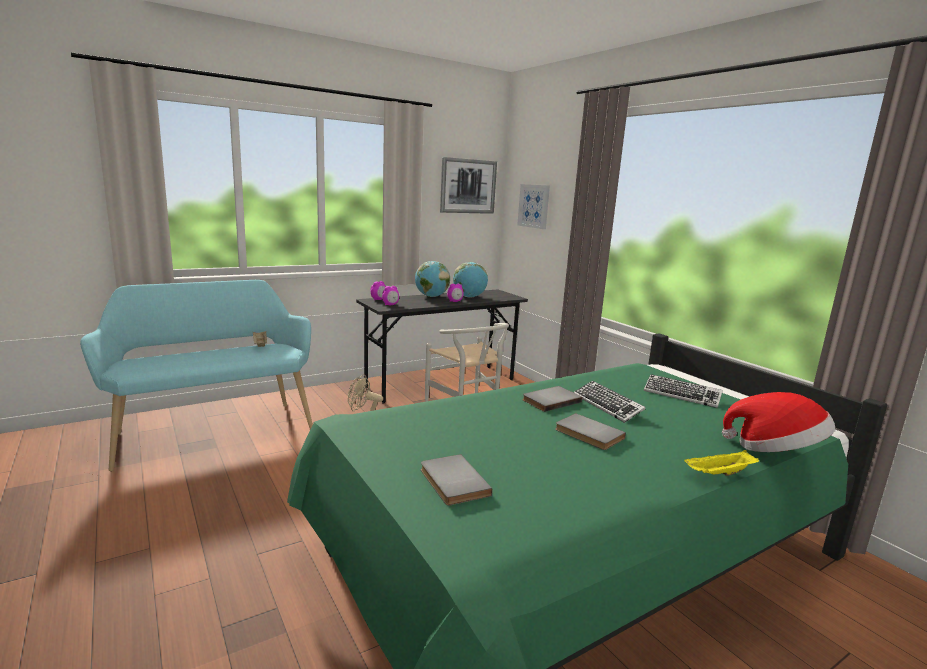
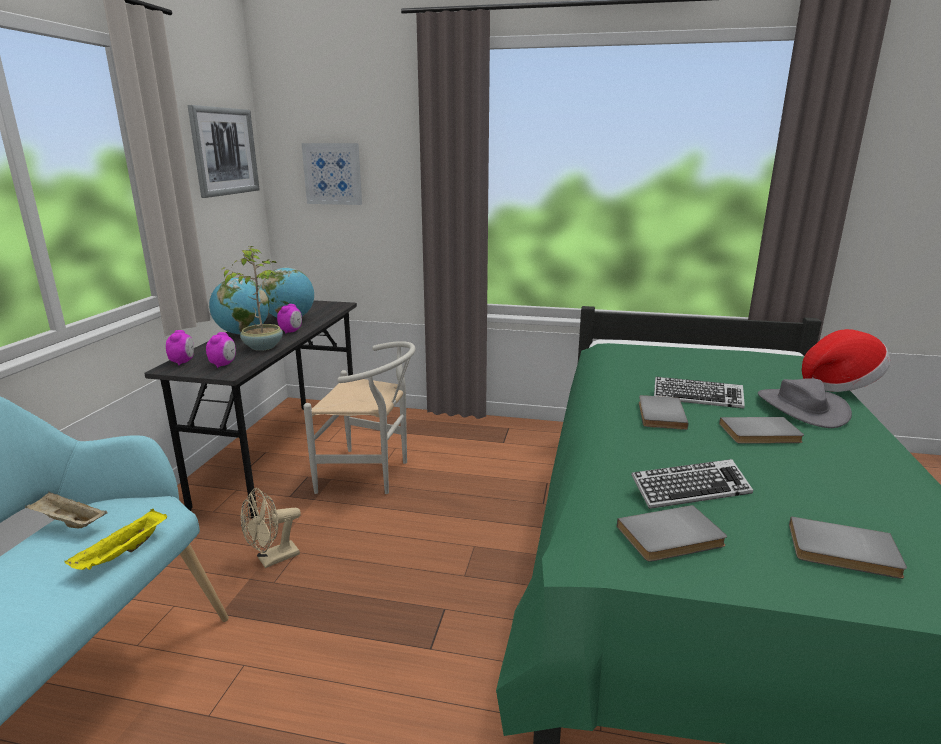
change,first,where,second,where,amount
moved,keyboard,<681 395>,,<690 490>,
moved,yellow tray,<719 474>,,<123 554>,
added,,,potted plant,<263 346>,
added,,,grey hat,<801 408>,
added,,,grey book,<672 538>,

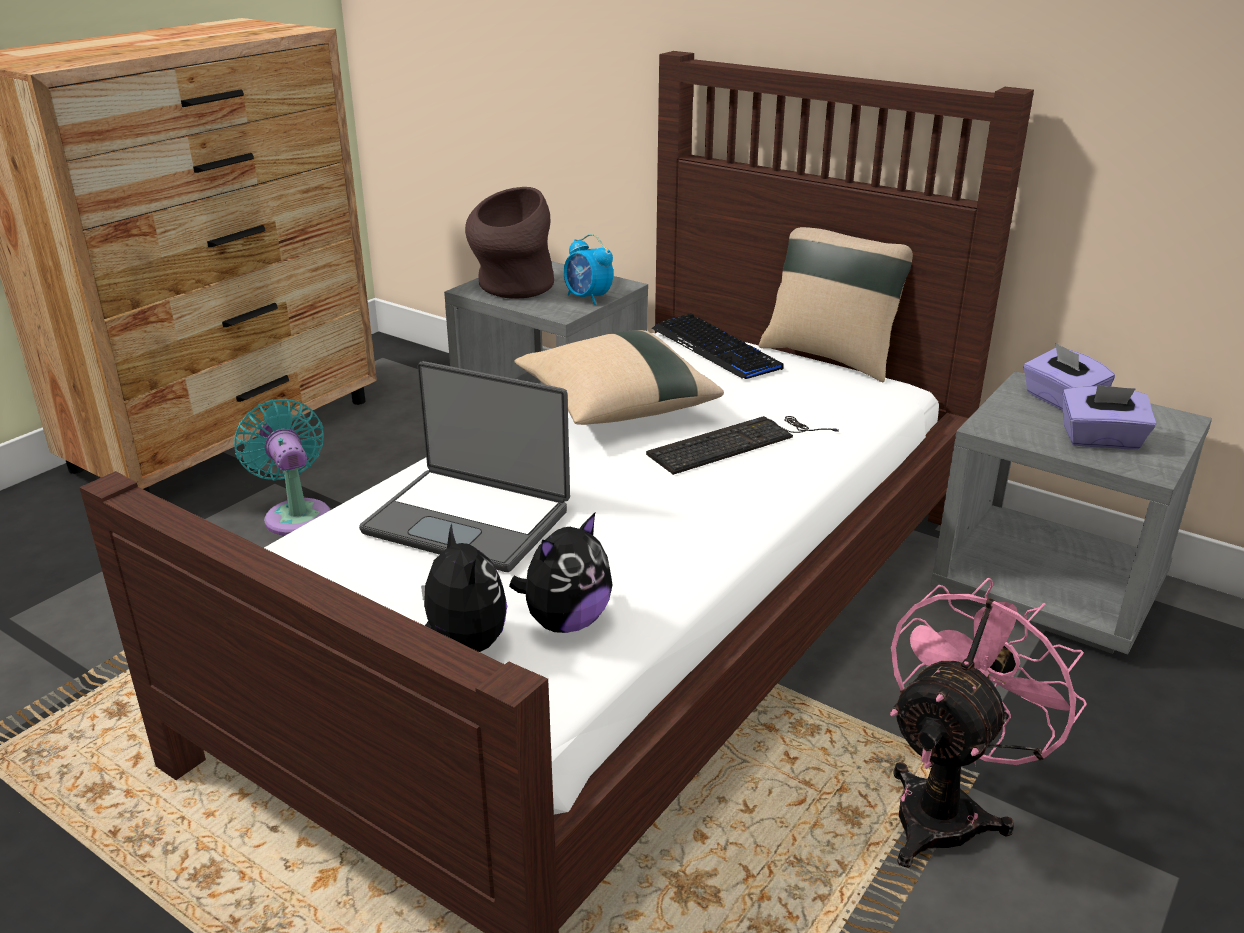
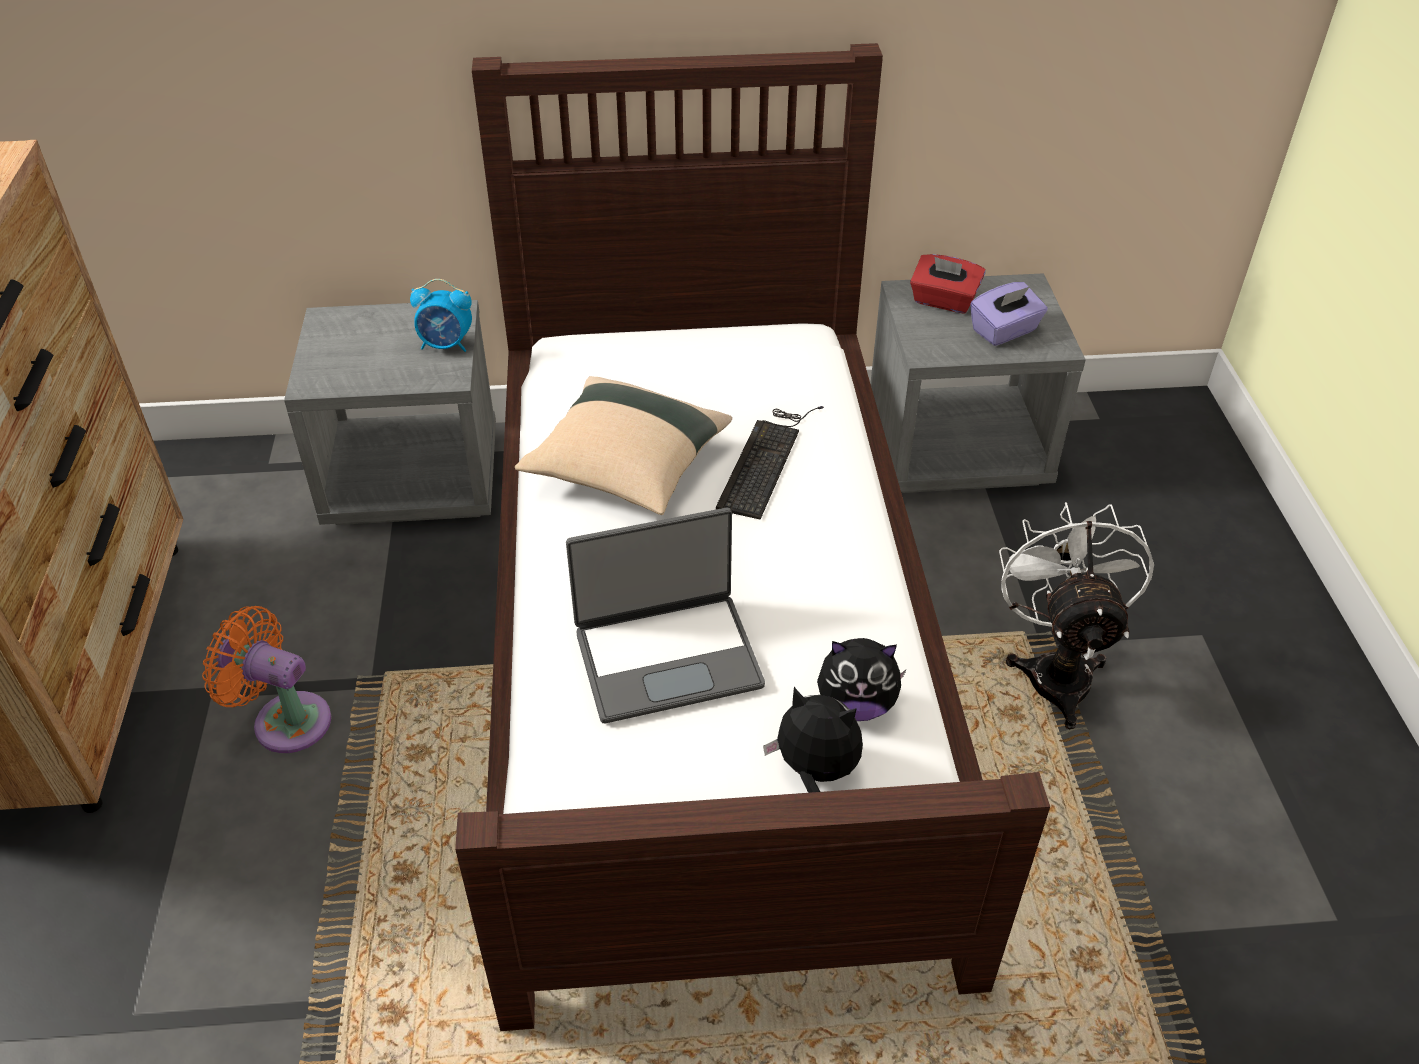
change,first,where,second,where,amount
removed,brown vase,<512 289>,,,
removed,beige pillow,<832 356>,,,
removed,keyboard,<715 349>,,,
recoloured,purple tissue box,<1061 401>,red tissue box,<943 301>,
recoloured,turquoise fan,<296 514>,orange fan,<285 720>,
turned,plush toy,<565 622>,,<856 704>,90 degrees clockwise
recoloured,pink fan,<947 808>,white fan,<1056 669>,

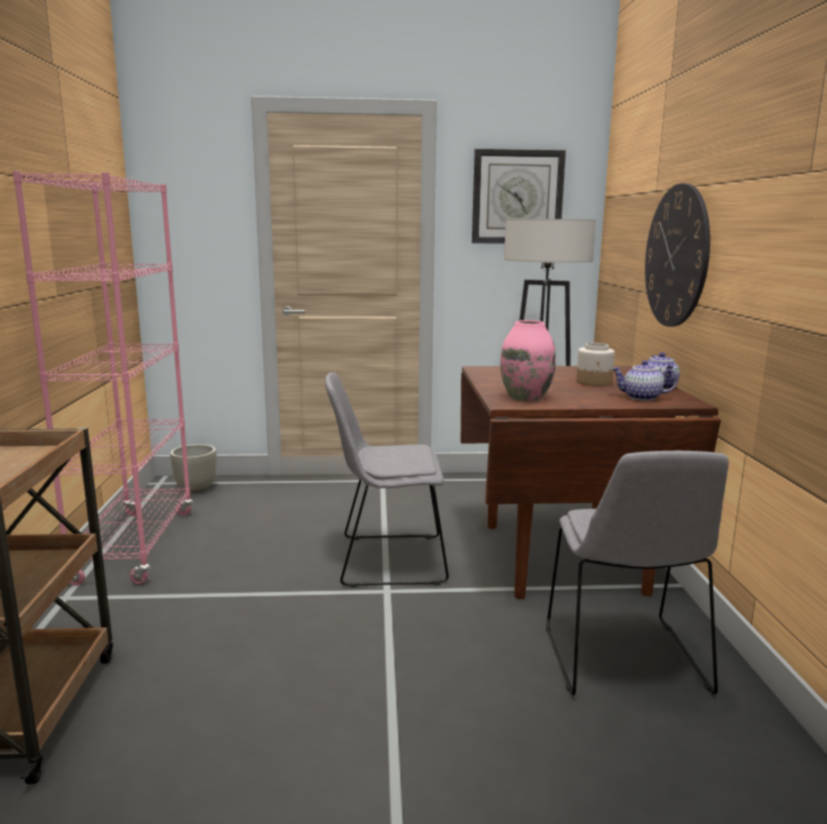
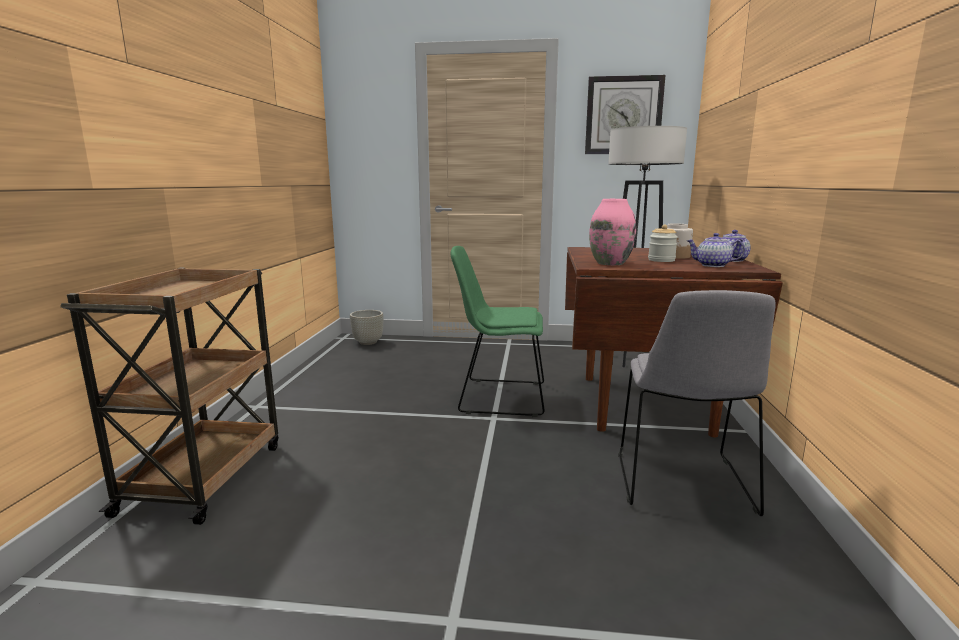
change,first,where,second,where,amount
removed,pink bookcase,<136 546>,,,
removed,wall clock,<676 256>,,,
recoloured,grey chair,<387 560>,green chair,<498 397>,
added,,,jar,<661 260>,

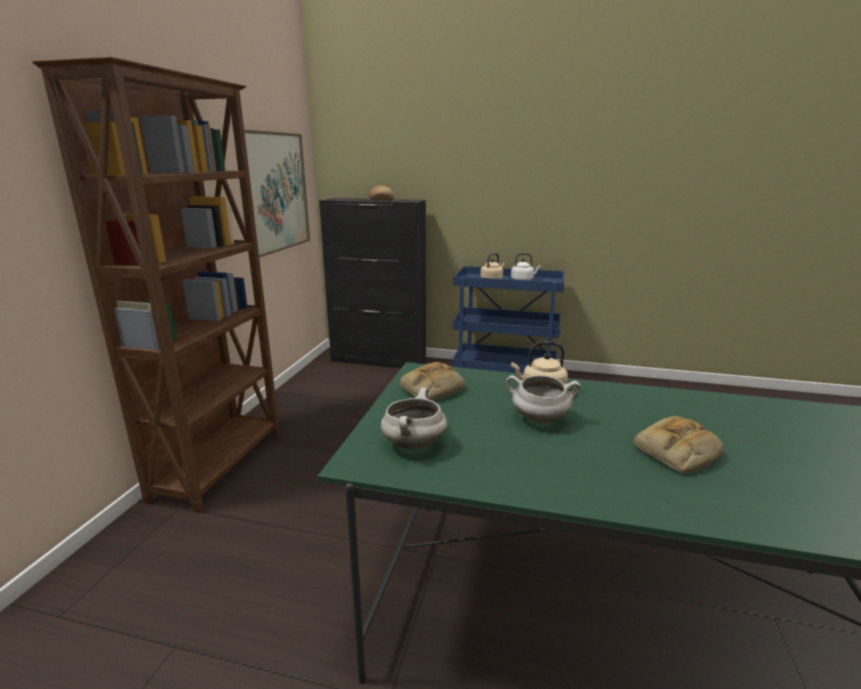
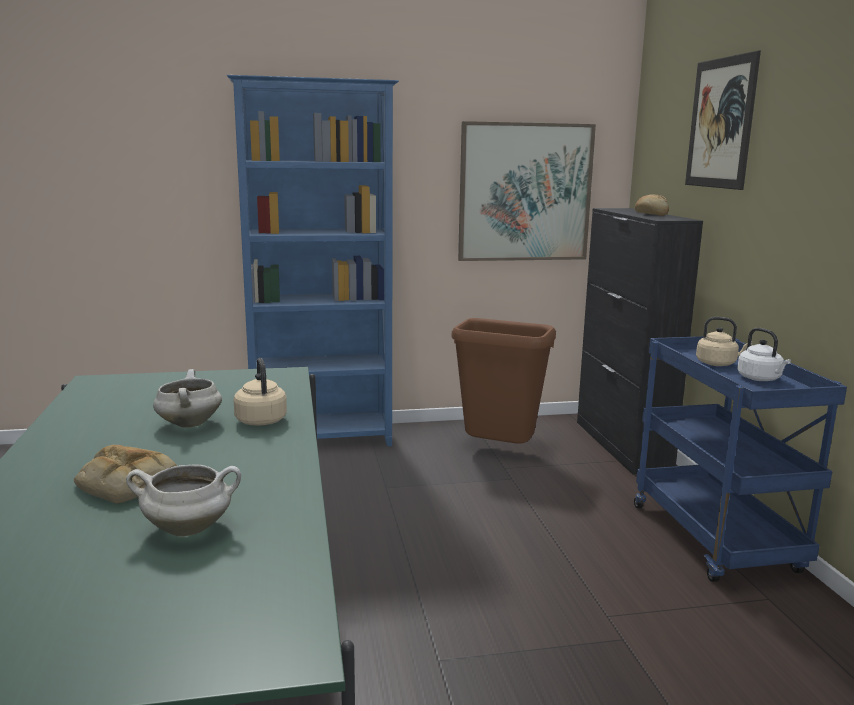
change,first,where,second,where,amount
recoloured,brown bookcase,<221 464>,blue bookcase,<323 440>,
removed,bread,<432 389>,,,
moved,white cooking pot,<413 444>,,<189 528>,
added,,,picture,<720 123>,
added,,,brown trash can,<499 452>,

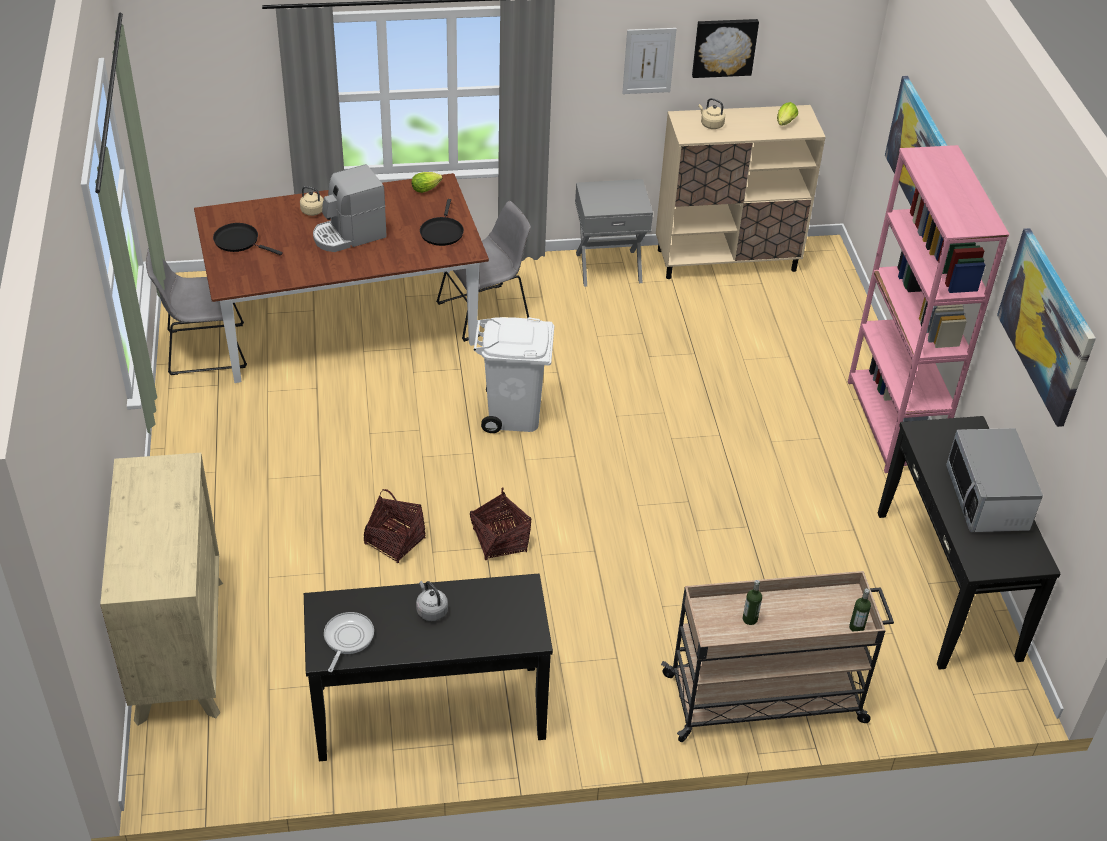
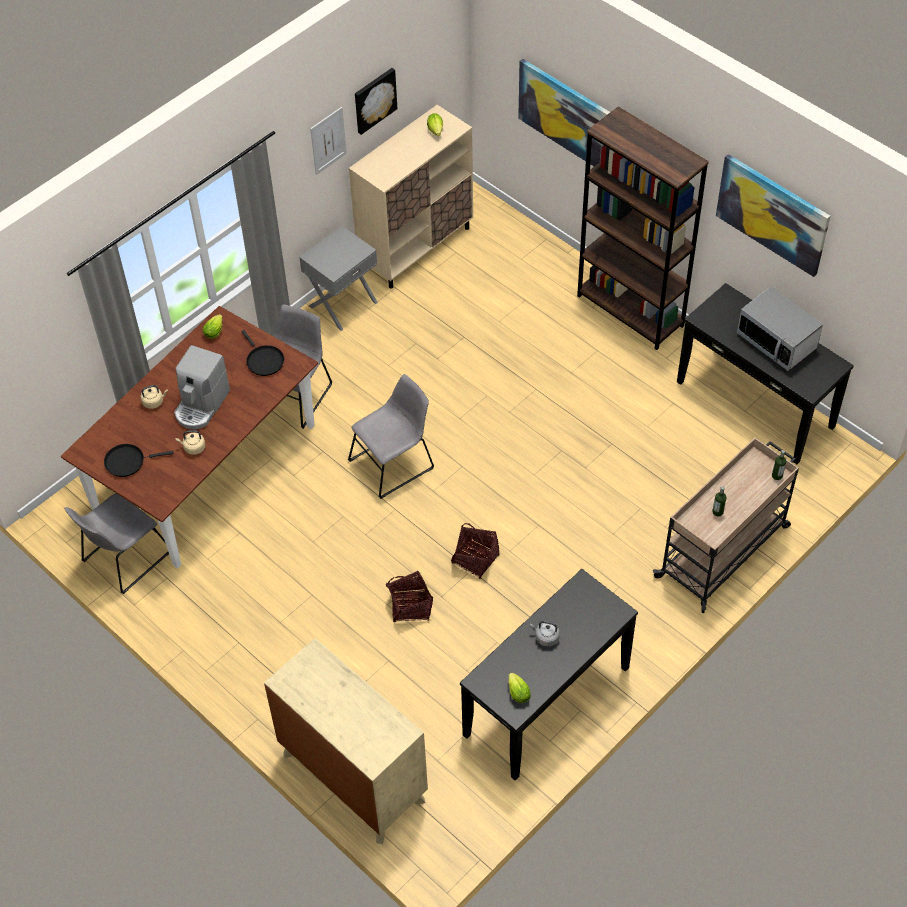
change,first,where,second,where,amount
moved,beige kettle,<710 124>,,<193 448>,
recoloured,pink bookcase,<892 424>,brown bookcase,<630 311>,
replaced,white trash can,<514 415>,grey chair,<394 463>,
replaced,frying pan,<347 639>,lettuce,<517 691>,

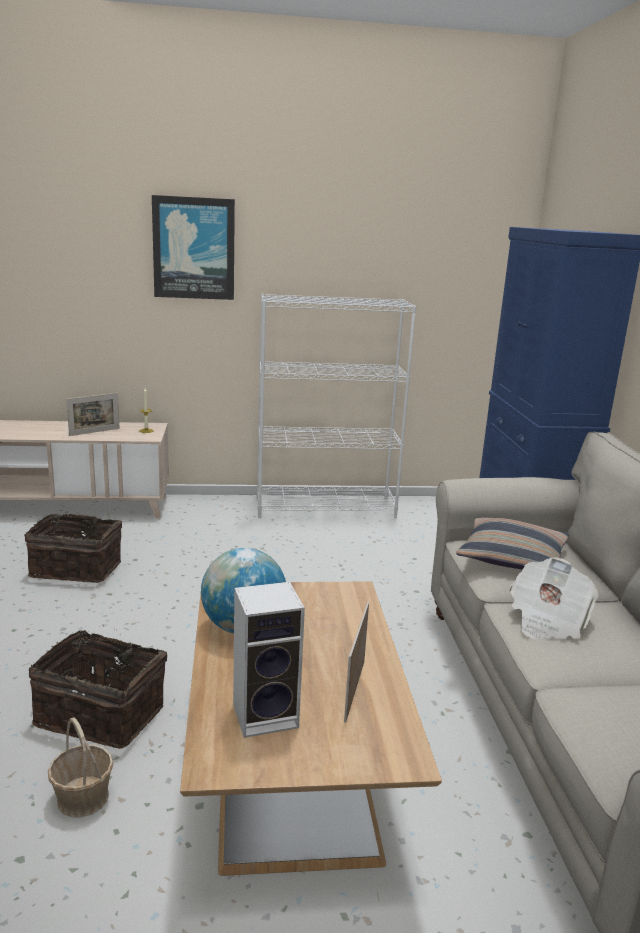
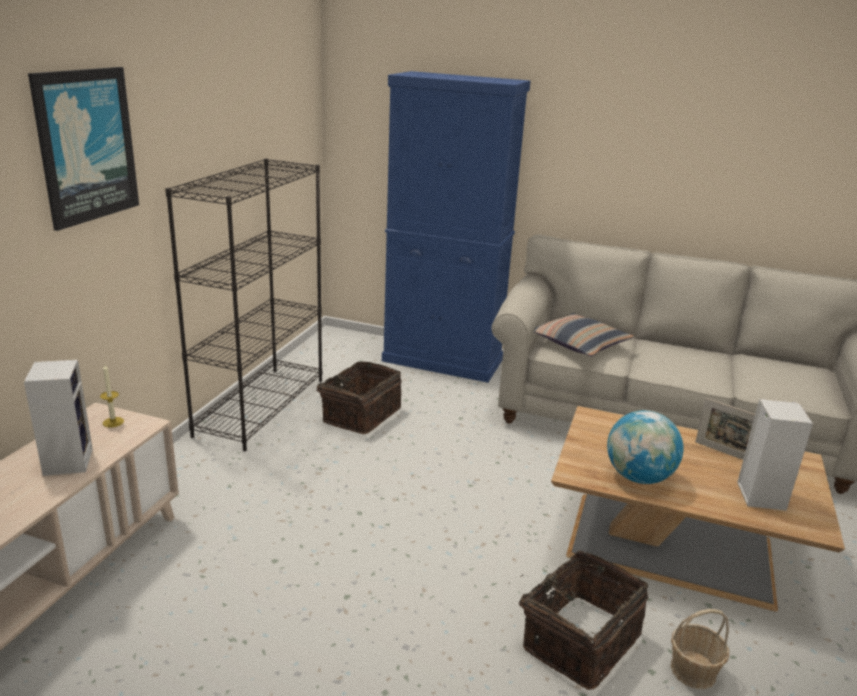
change,first,where,second,where,amount
recoloured,white bookcase,<326 507>,black bookcase,<261 406>,
replaced,picture frame,<94 432>,speaker,<67 461>,
moved,basket,<77 568>,,<360 415>,
removed,newspaper,<547 620>,,,

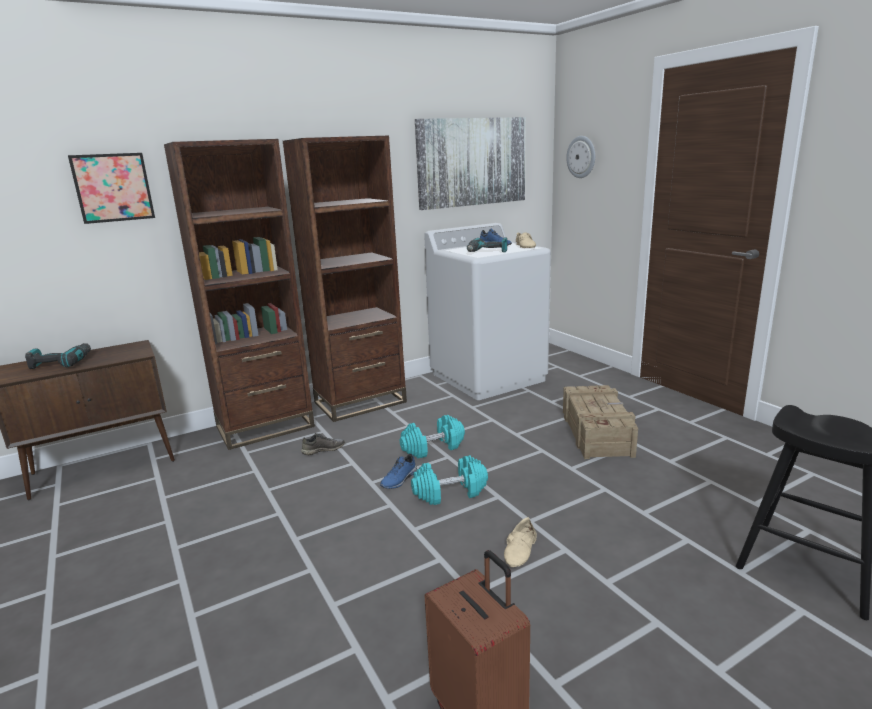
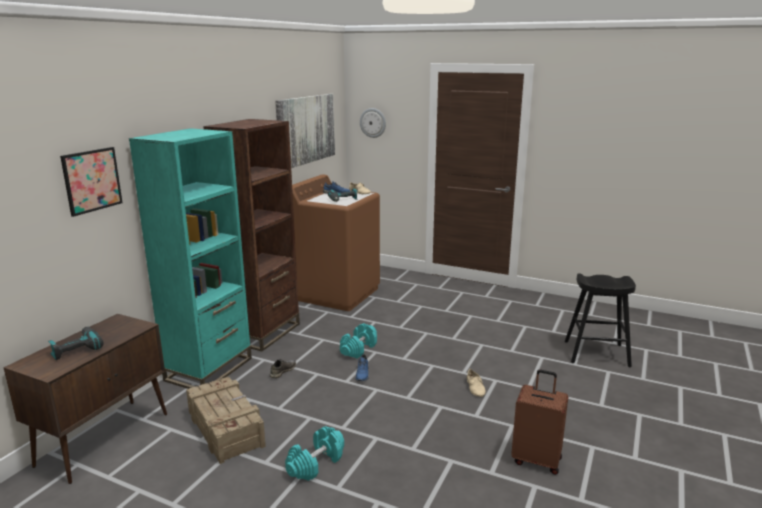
change,first,where,second,where,amount
recoloured,brown bookcase,<265 427>,turquoise bookcase,<209 369>,
recoloured,white washing machine,<488 377>,brown washing machine,<336 293>,
moved,crate,<597 432>,,<226 428>,
moved,turquoise dumbbell,<450 493>,,<316 464>,

